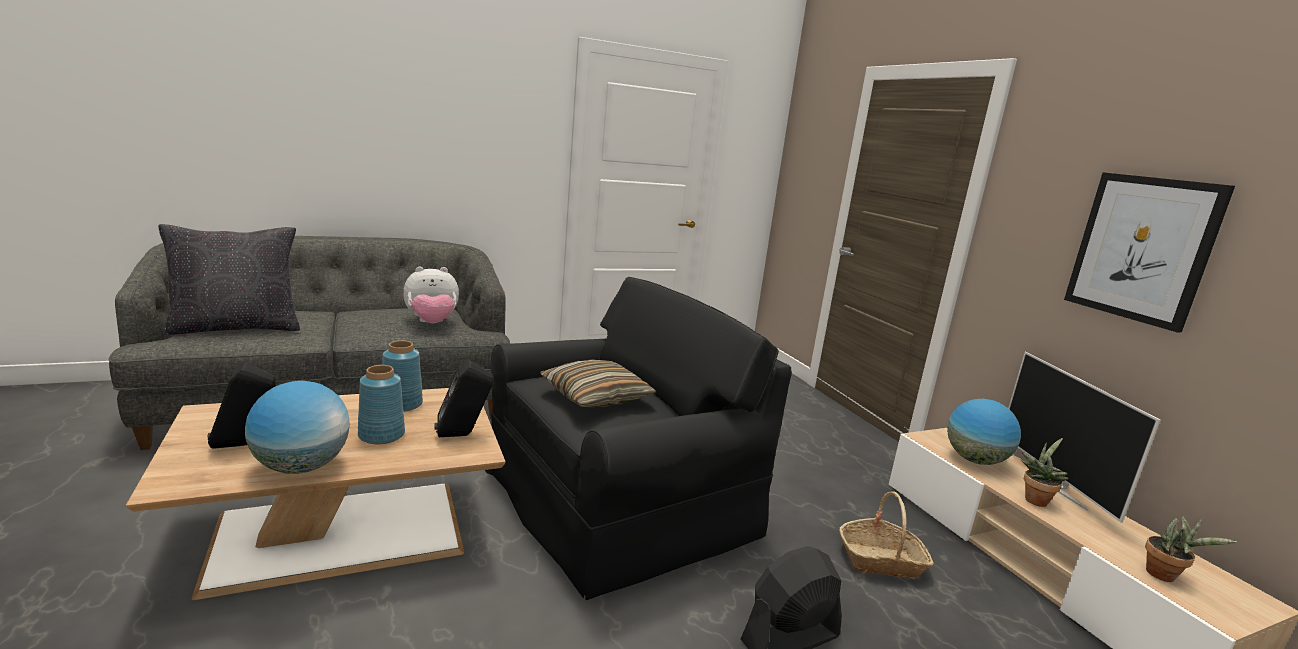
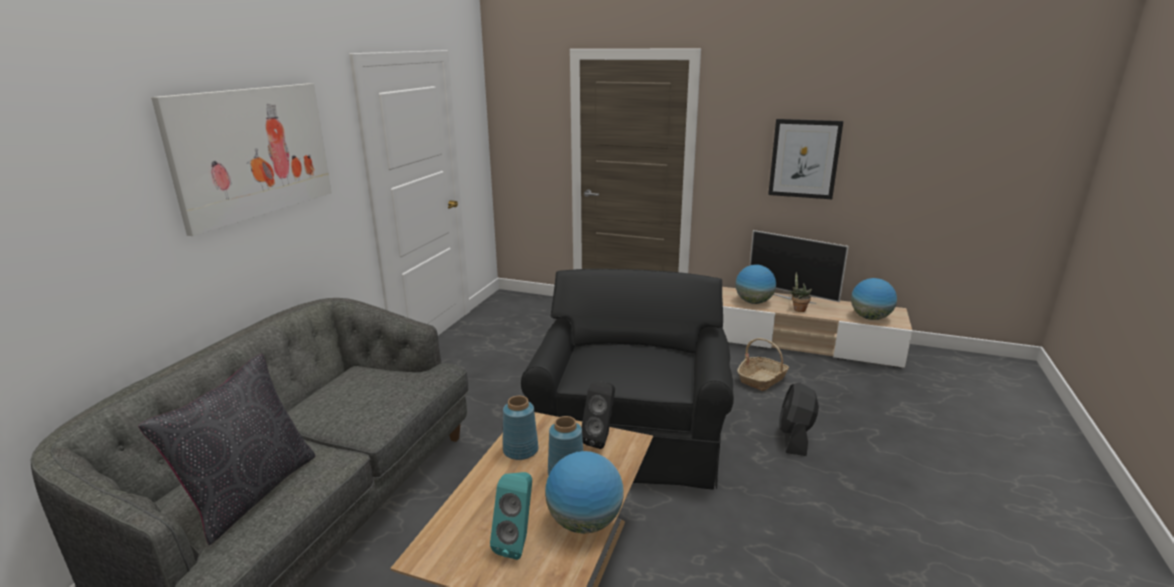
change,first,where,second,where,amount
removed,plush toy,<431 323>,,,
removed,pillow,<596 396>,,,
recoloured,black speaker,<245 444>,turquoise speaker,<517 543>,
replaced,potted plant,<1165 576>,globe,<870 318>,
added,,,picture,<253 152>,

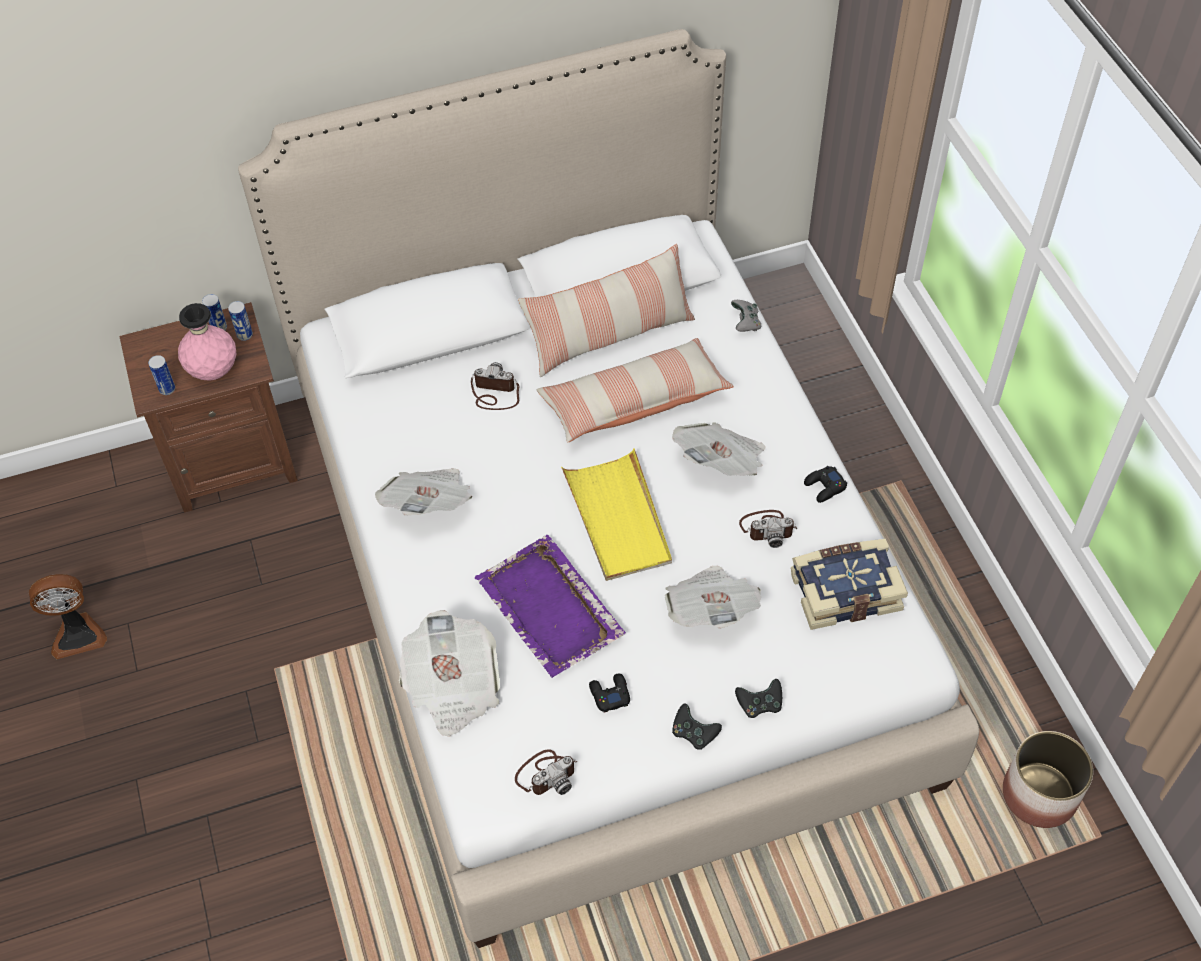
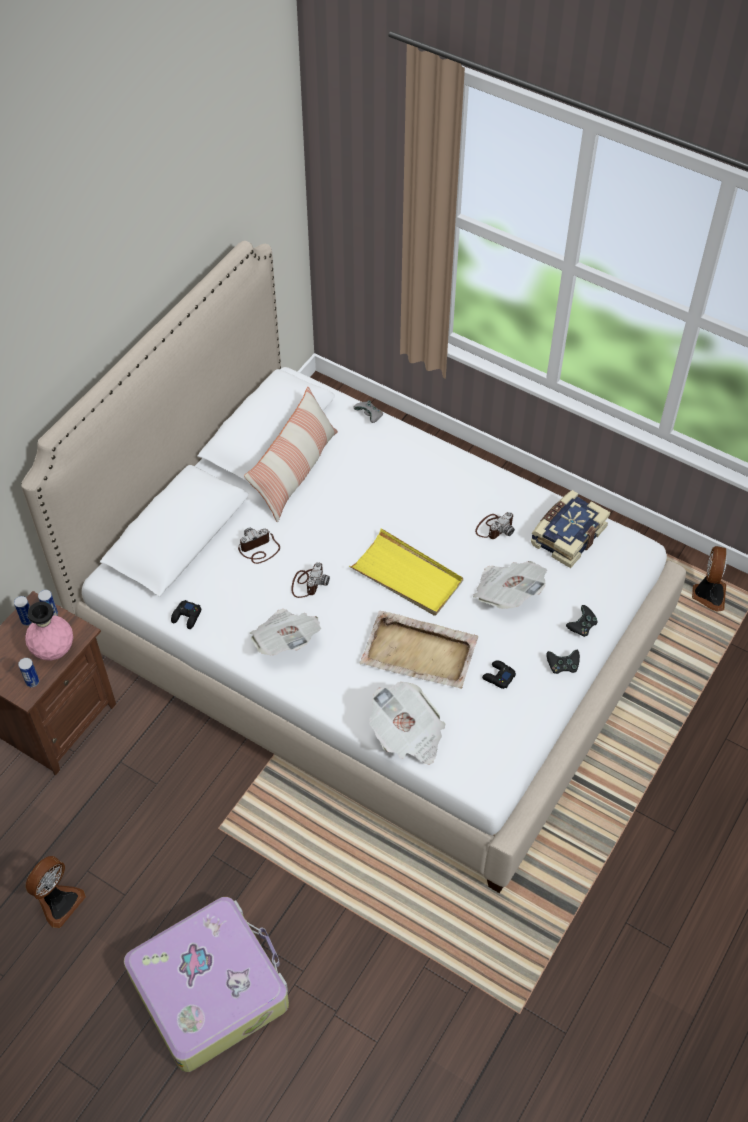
change,first,where,second,where,amount
removed,pillow,<634 402>,,,
removed,newspaper,<721 463>,,,
moved,black game controller,<825 487>,,<187 617>,
recoloured,purple tray,<550 609>,beige tray,<420 652>,
replaced,planter,<1039 793>,fan,<708 595>,
moved,photo camera,<546 774>,,<308 583>,
added,,,suitcase,<210 988>,

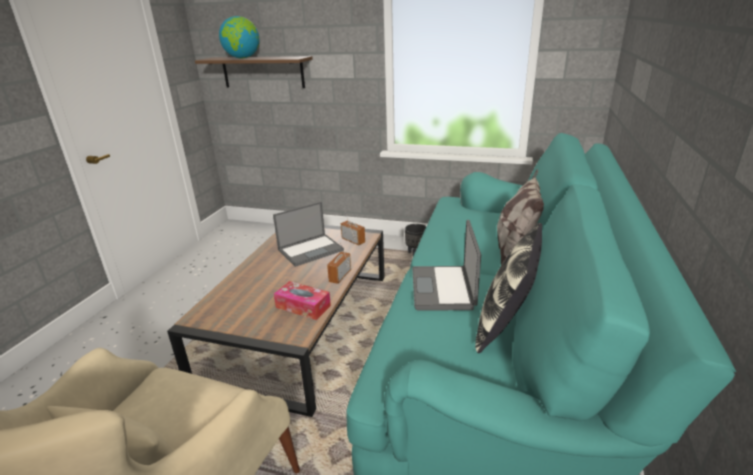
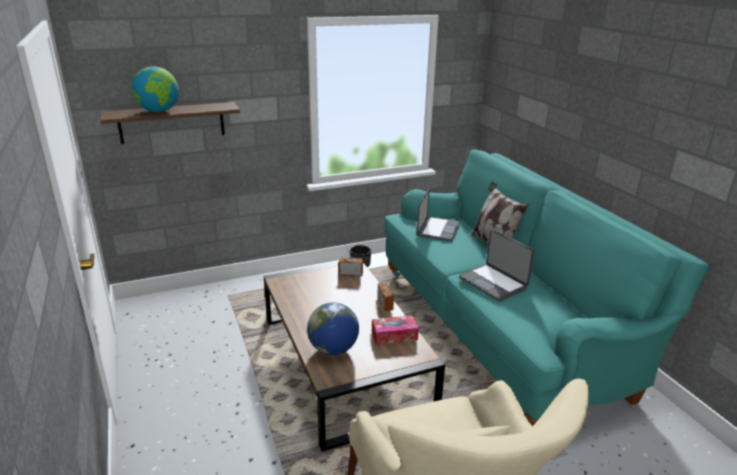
change,first,where,second,where,amount
moved,laptop,<311 250>,,<438 229>,
removed,pillow,<505 325>,,,
added,,,globe,<333 349>,

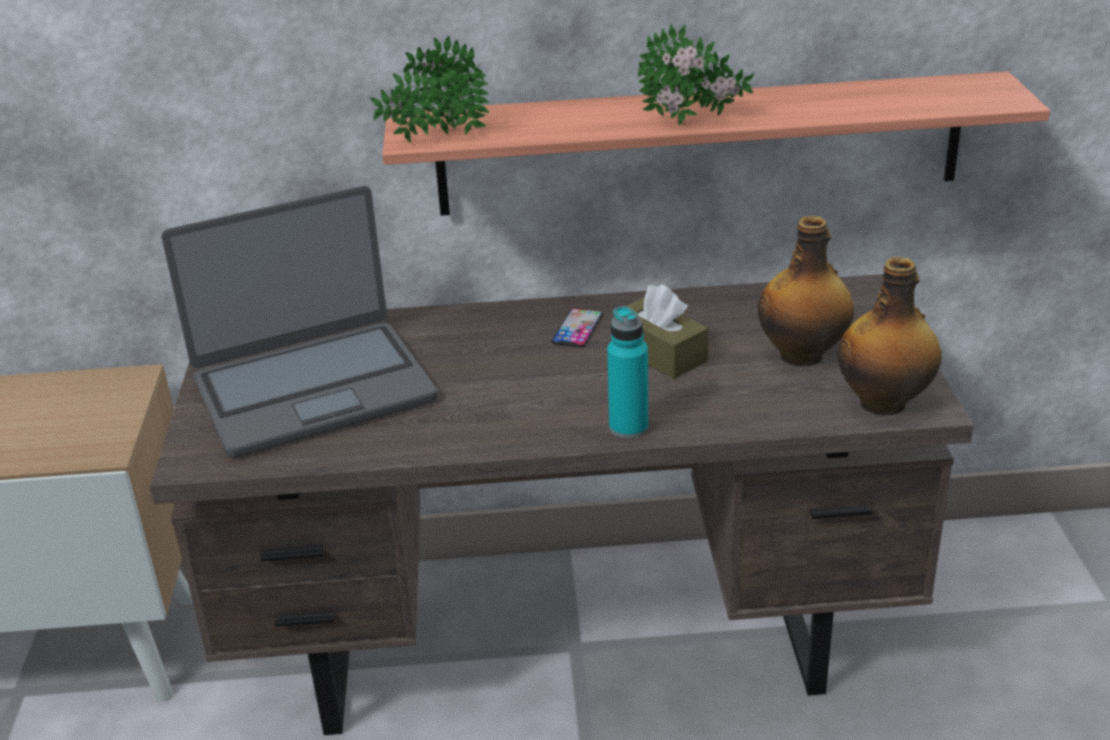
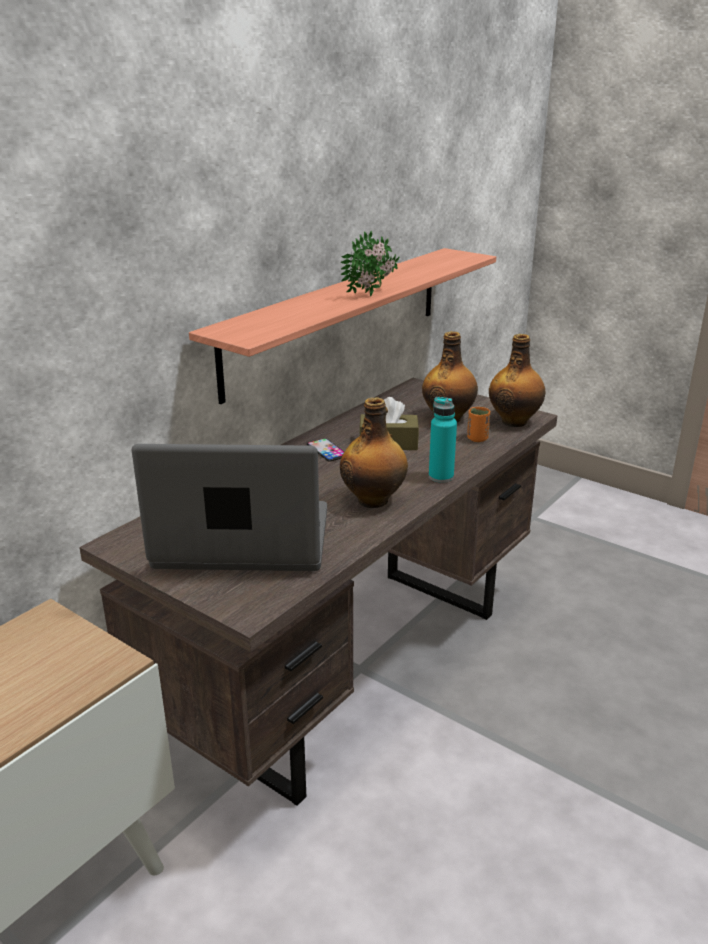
change,first,where,second,where,amount
removed,potted plant,<435 138>,,,
turned,laptop,<313 389>,,<242 540>,105 degrees counterclockwise
added,,,bottle,<374 500>,
added,,,orange cup,<477 438>,

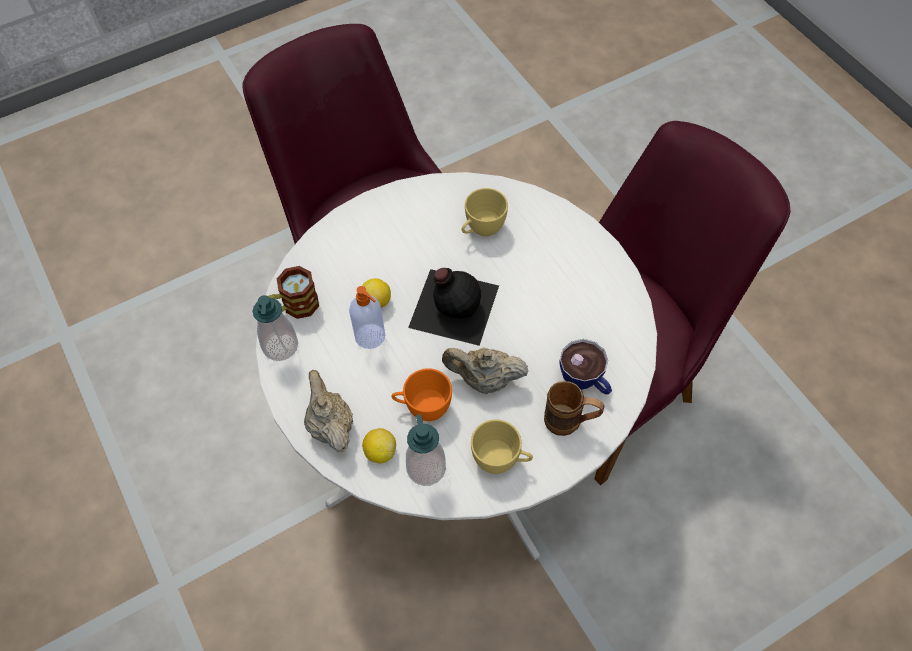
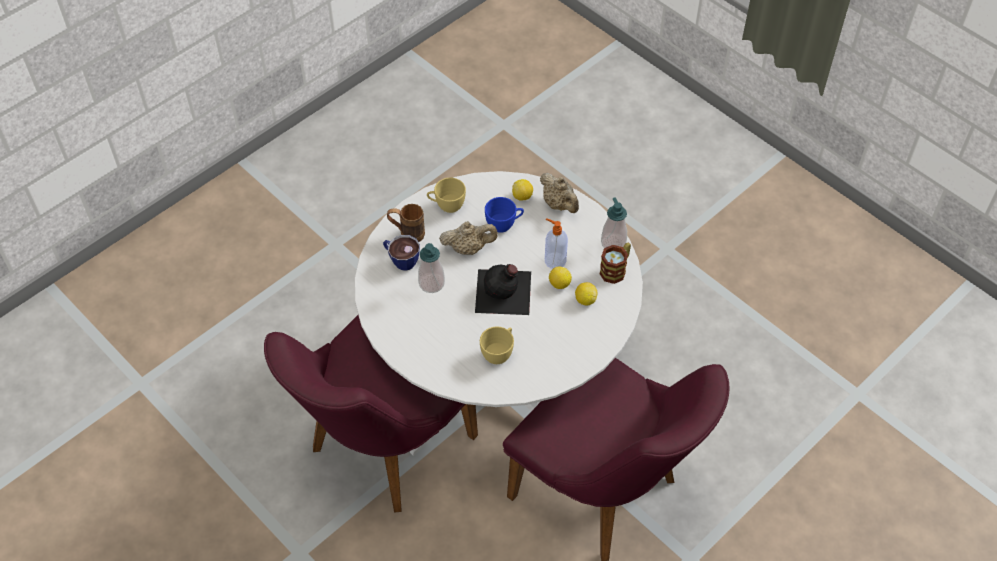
change,first,where,second,where,amount
recoloured,orange cup,<423 408>,blue cup,<504 225>,
moved,soap dispenser,<426 468>,,<431 283>,
added,,,lemon,<585 300>,

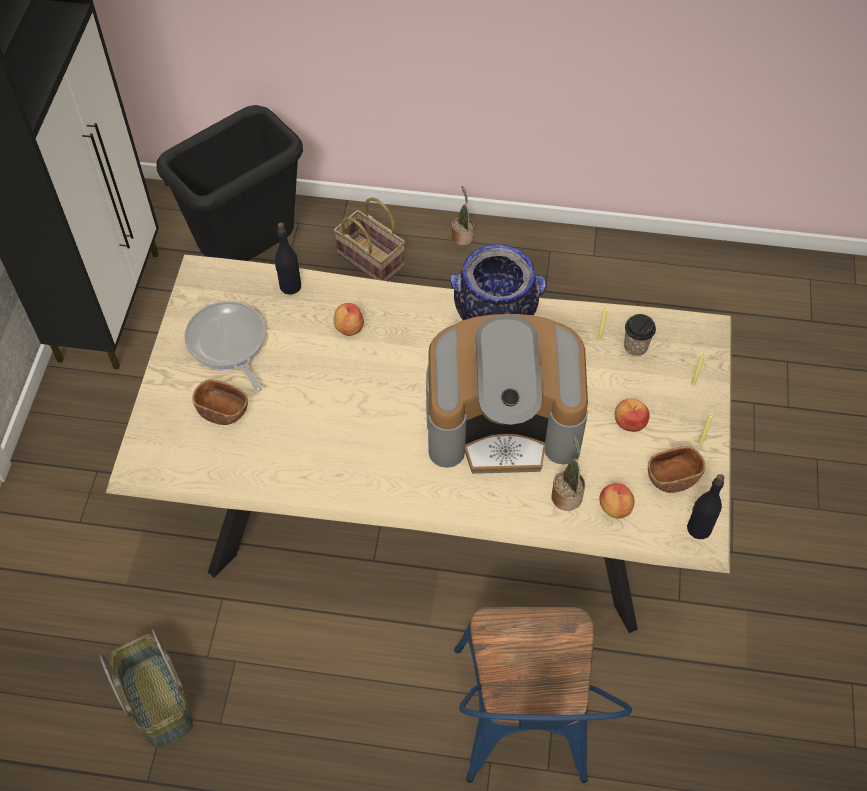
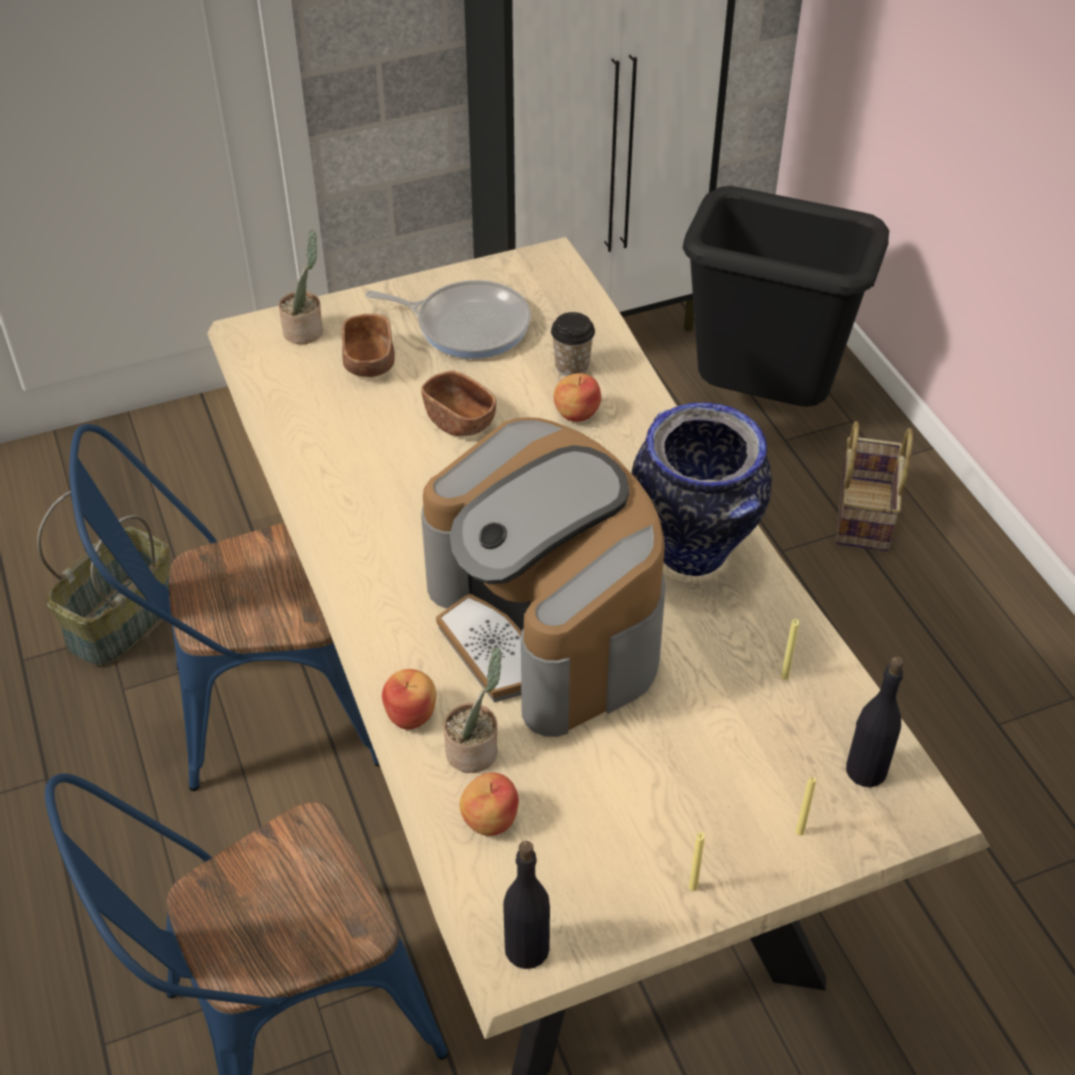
change,first,where,second,where,amount
moved,potted plant,<462 236>,,<306 330>,
moved,black bottle,<290 286>,,<865 770>,
turned,frying pan,<228 344>,,<467 325>,75 degrees clockwise
moved,cup,<635 347>,,<572 366>,
moved,apple,<629 422>,,<411 713>,
moved,brown bowl,<672 477>,,<460 420>,
added,,,blue chair,<256 711>,

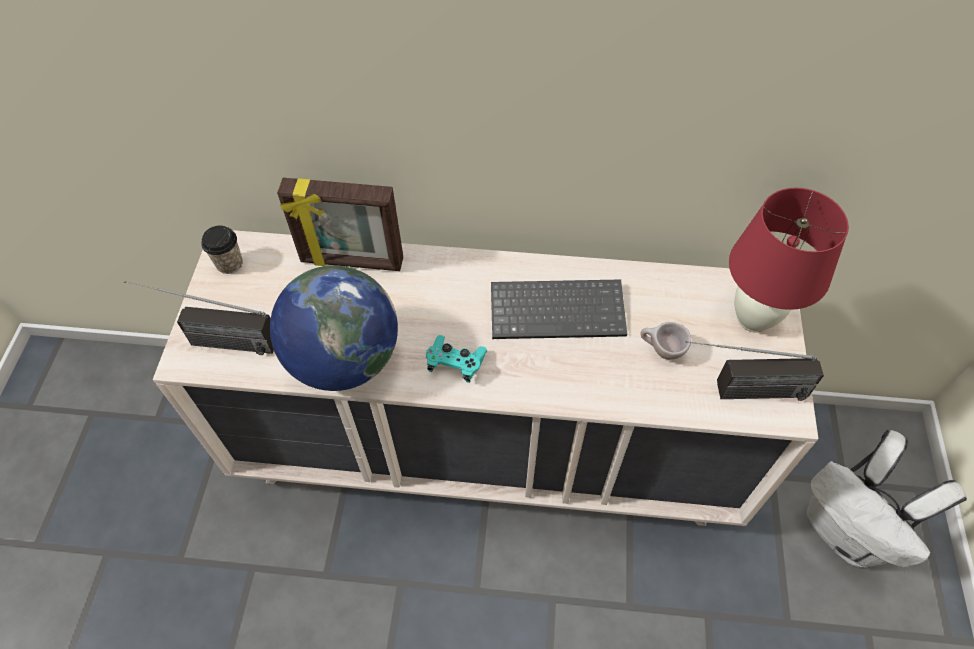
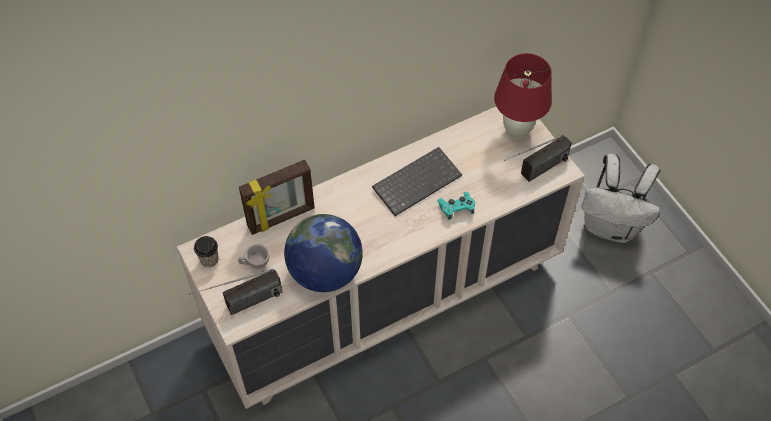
change,first,where,second,where,amount
moved,beige cup,<660 351>,,<255 265>,
moved,turquoise game controller,<455 363>,,<456 209>,

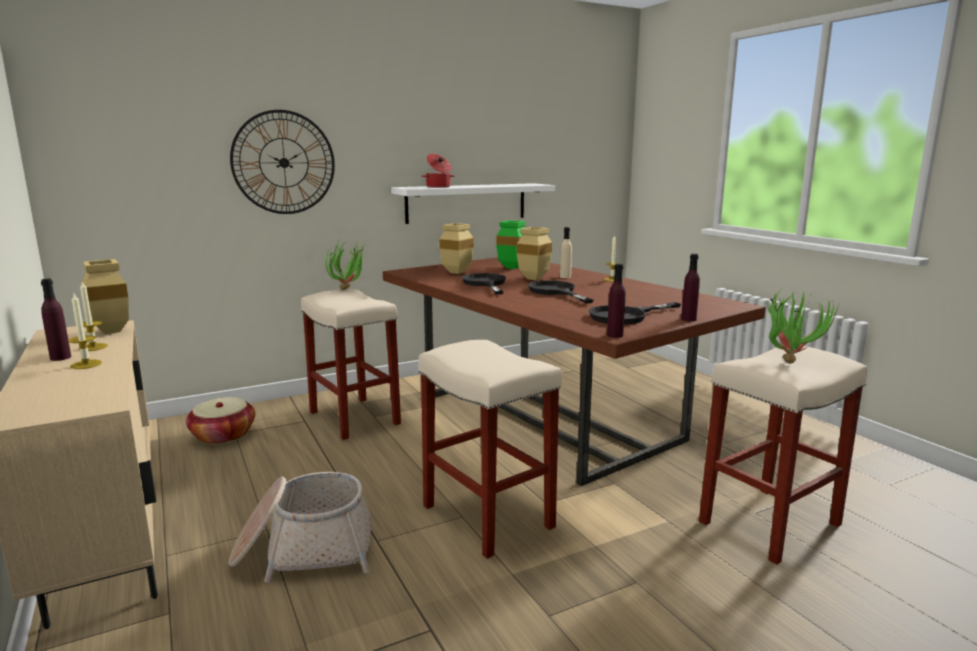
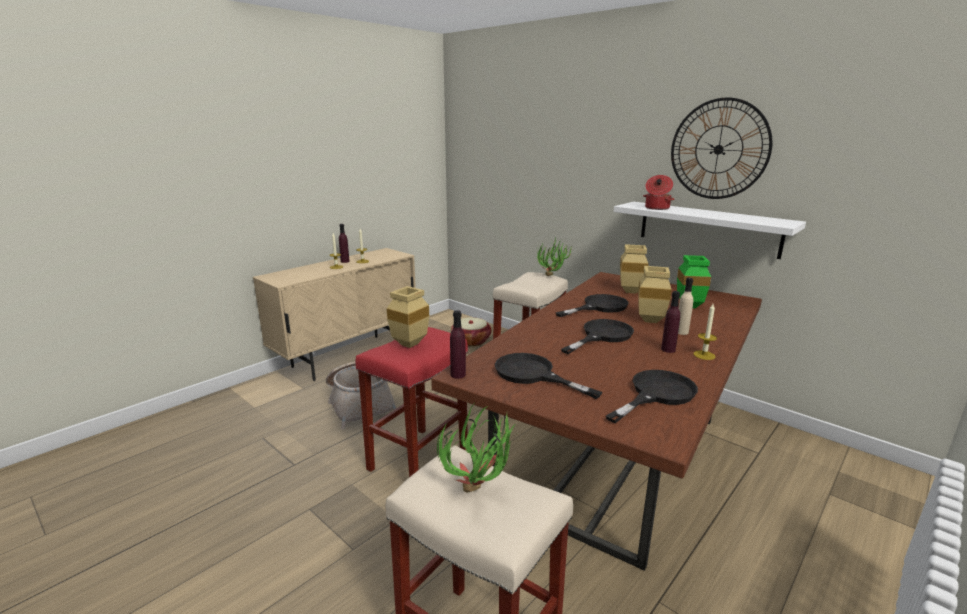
change,first,where,second,where,amount
moved,wall clock,<284 162>,,<718 149>,
moved,purple bottle,<688 319>,,<668 349>,
moved,beige vase,<113 331>,,<409 345>,
recoloured,beige stool,<485 516>,red stool,<419 458>,
added,,,black frying pan,<656 394>,

